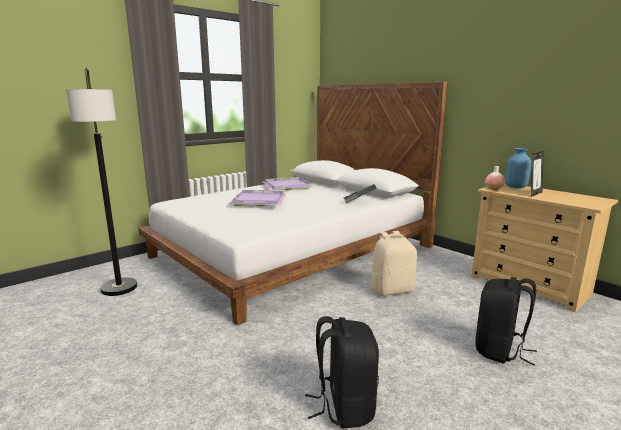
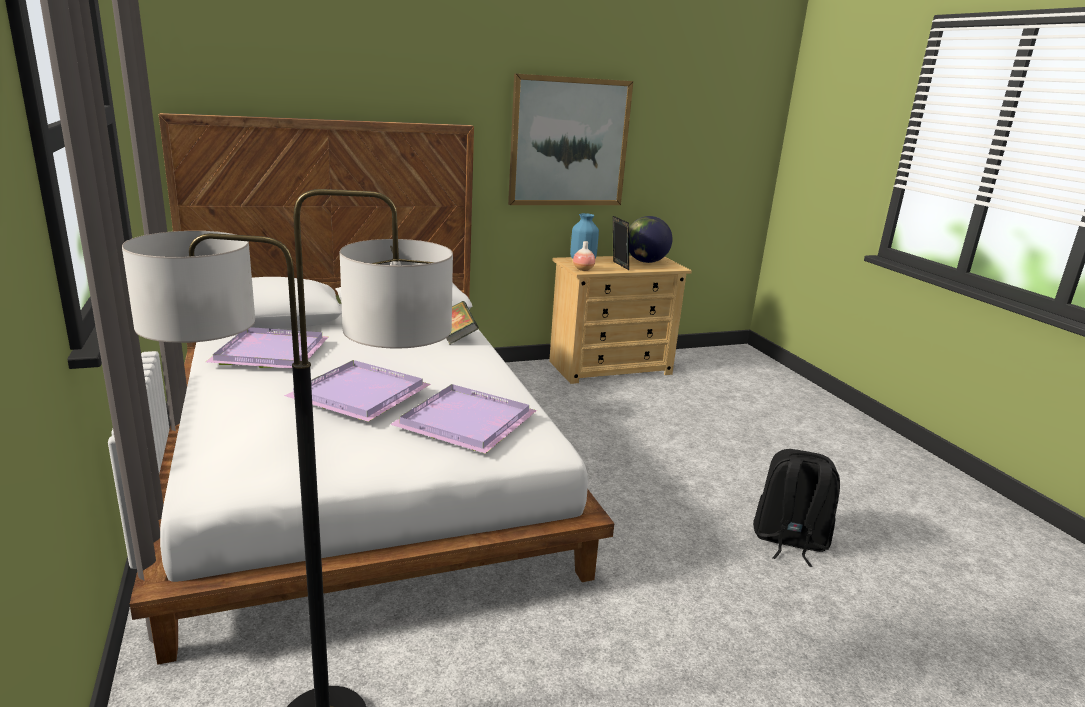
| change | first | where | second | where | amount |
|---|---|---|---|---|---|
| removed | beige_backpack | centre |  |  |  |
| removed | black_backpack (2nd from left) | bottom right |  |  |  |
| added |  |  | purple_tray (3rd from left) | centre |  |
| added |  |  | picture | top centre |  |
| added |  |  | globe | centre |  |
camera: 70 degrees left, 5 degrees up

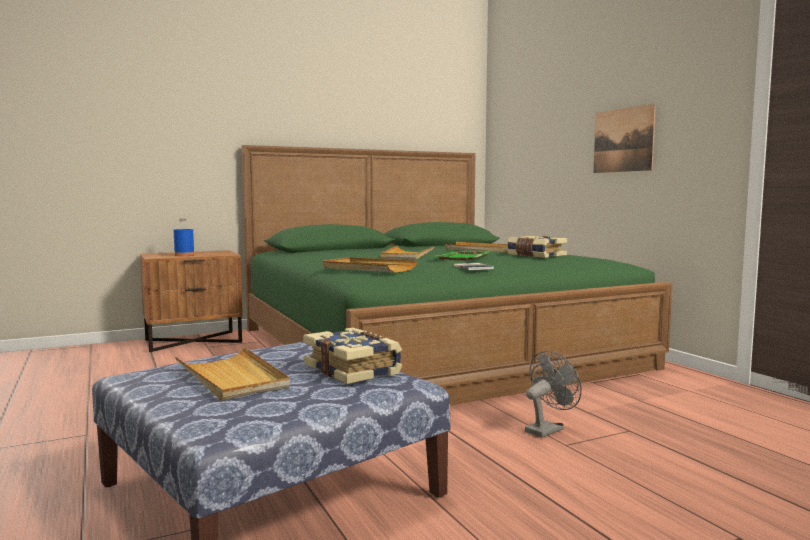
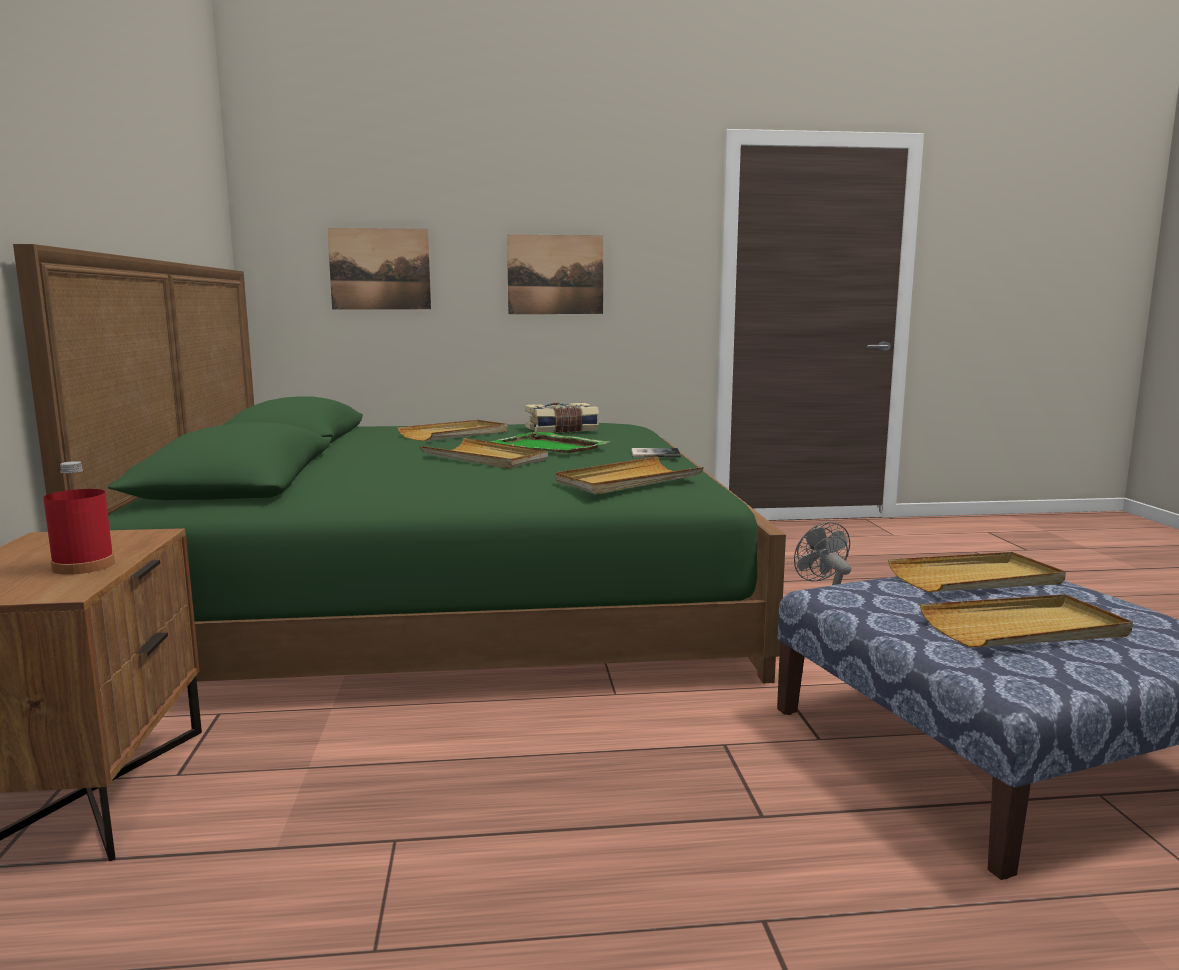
| change | first | where | second | where | amount |
|---|---|---|---|---|---|
| added |  |  | picture (1st from left) | top left |  |
| replaced | book (1st from left) | centre | beige_tray (4th from left) | middle right |  |
| recoloured | blue_bottle | middle left | red_bottle | middle left |  |
camera: 70 degrees left, 5 degrees up

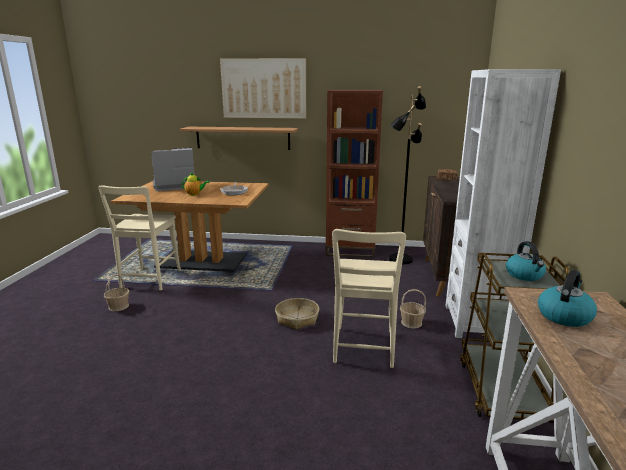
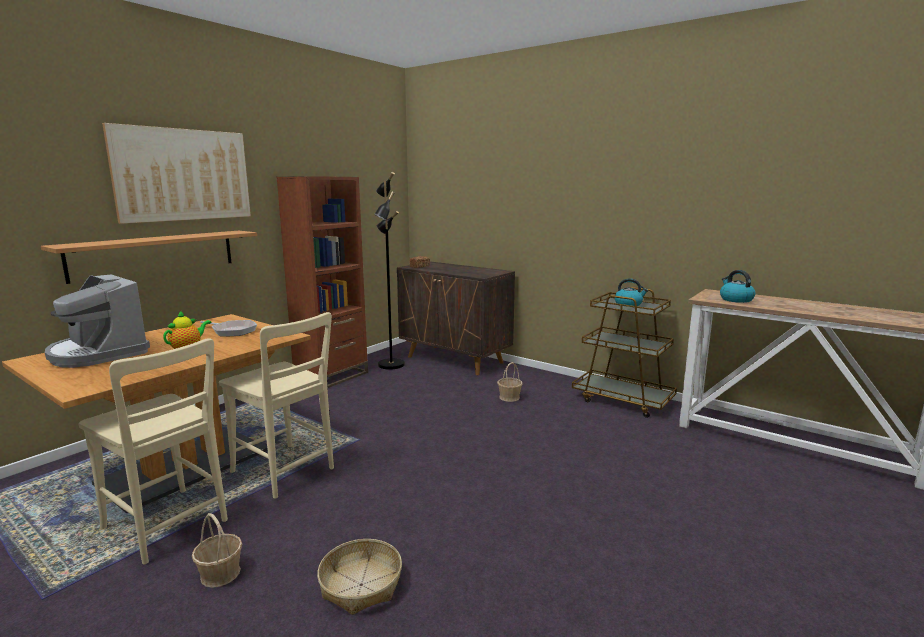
| change | first | where | second | where | amount |
|---|---|---|---|---|---|
| removed | white_bookcase | middle right |  |  |  |
| moved | basket (2nd from left) | centre |  | bottom centre |  |
| moved | beige_chair (2nd from left) | centre |  | middle left |  |
| turned | coffee_machine | middle left |  | middle left | 60 degrees counterclockwise |
camera: 60 degrees left, 5 degrees down

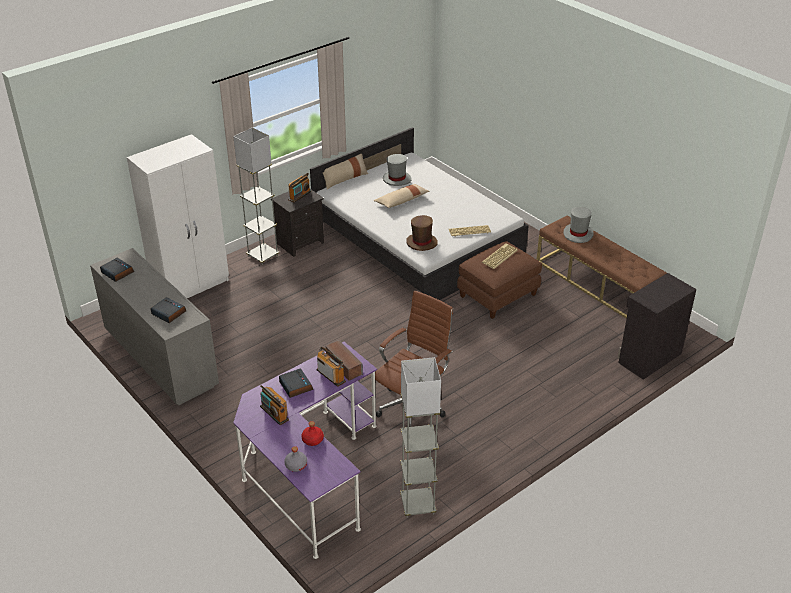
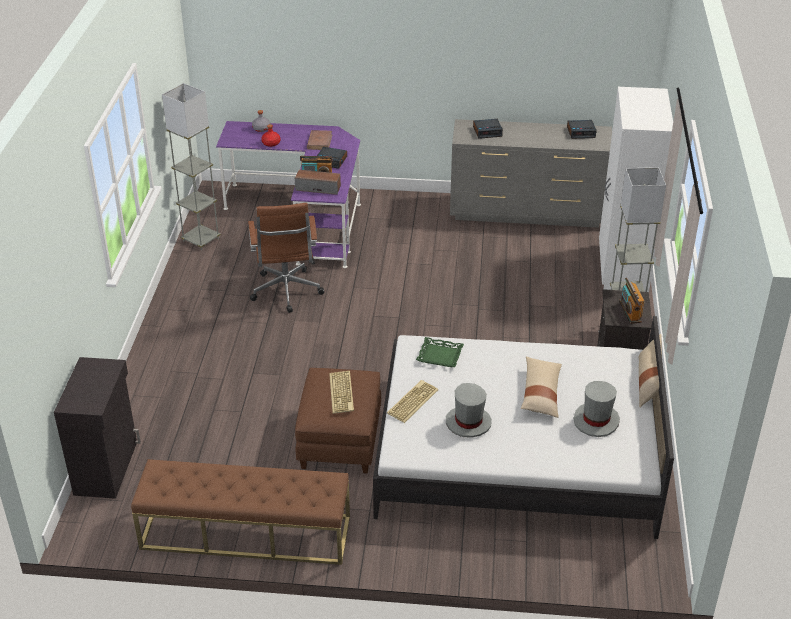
| change | first | where | second | where | amount |
|---|---|---|---|---|---|
| moved | grey_hat (2nd from left in the first image) | middle right | grey_hat (1st from left) | centre |  |
| replaced | radio (1st from left) | bottom centre | brown_book | top centre |  |
| replaced | brown_hat | centre | green_tray | centre |  |
camera: 135 degrees right, 0 degrees up

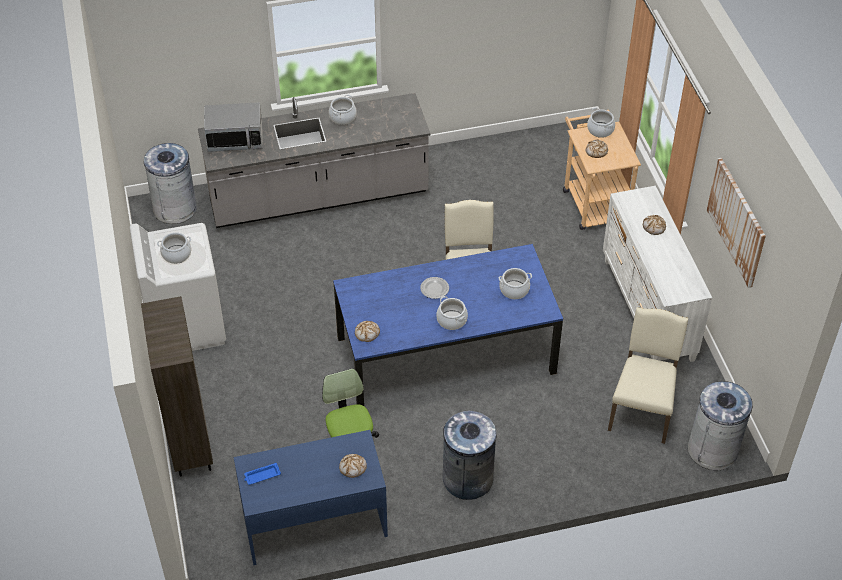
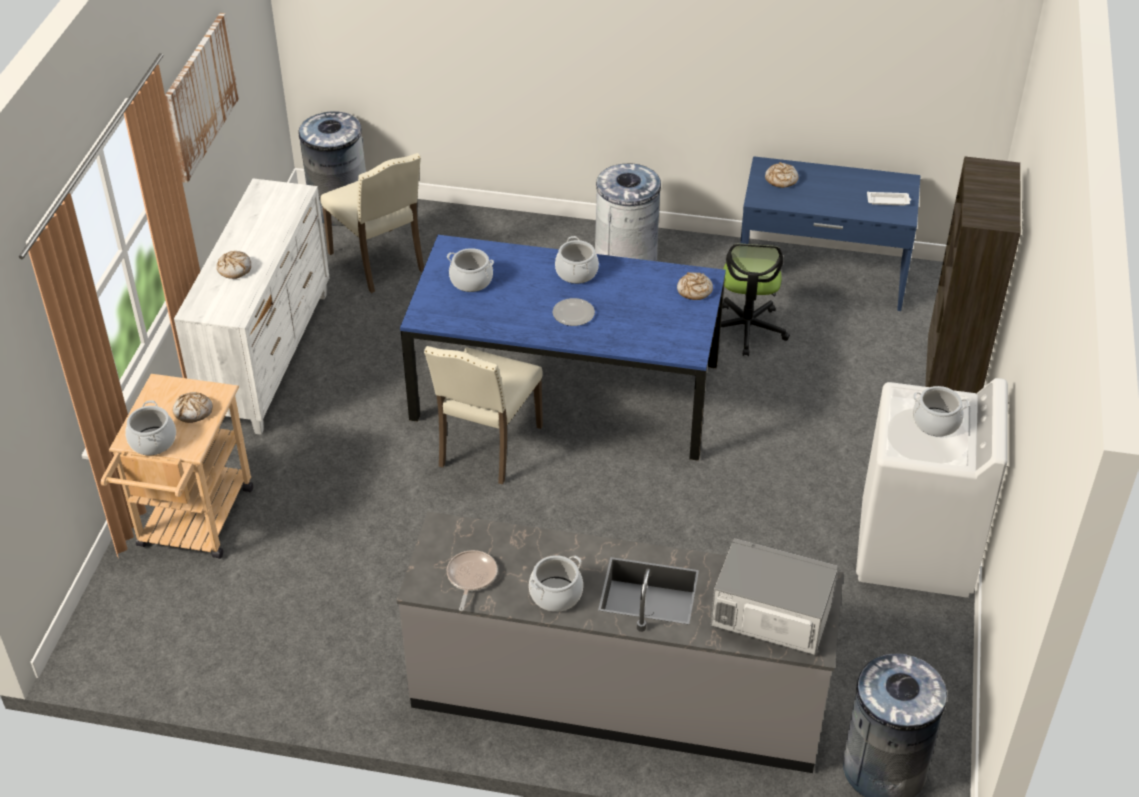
| change | first | where | second | where | amount |
|---|---|---|---|---|---|
| added |  |  | frying_pan | bottom centre |  |
| recoloured | blue_tray | bottom left | white_tray | top right |  |
| turned | beige_chair (2nd from left in the first image) | middle right | beige_chair (1st from left) | top left | 75 degrees counterclockwise |
camera: 155 degrees left, 5 degrees down

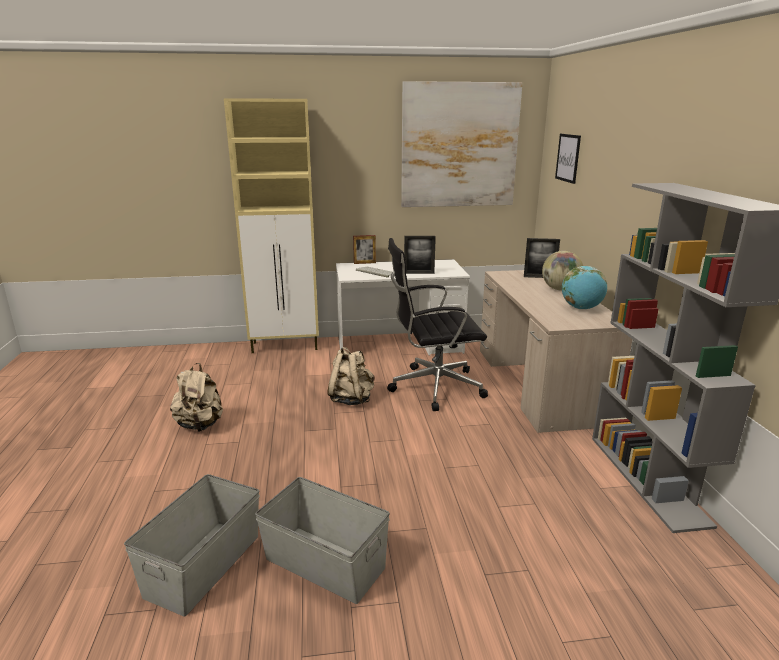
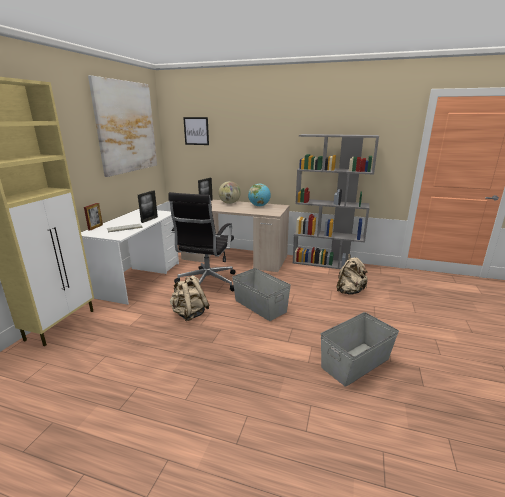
| change | first | where | second | where | amount |
|---|---|---|---|---|---|
| moved | grey_storage_box (1st from left) | bottom left |  | centre |  |
| moved | beige_backpack (1st from left in the first image) | middle left | beige_backpack (2nd from left) | middle right |  |
camera: 65 degrees left, 0 degrees up

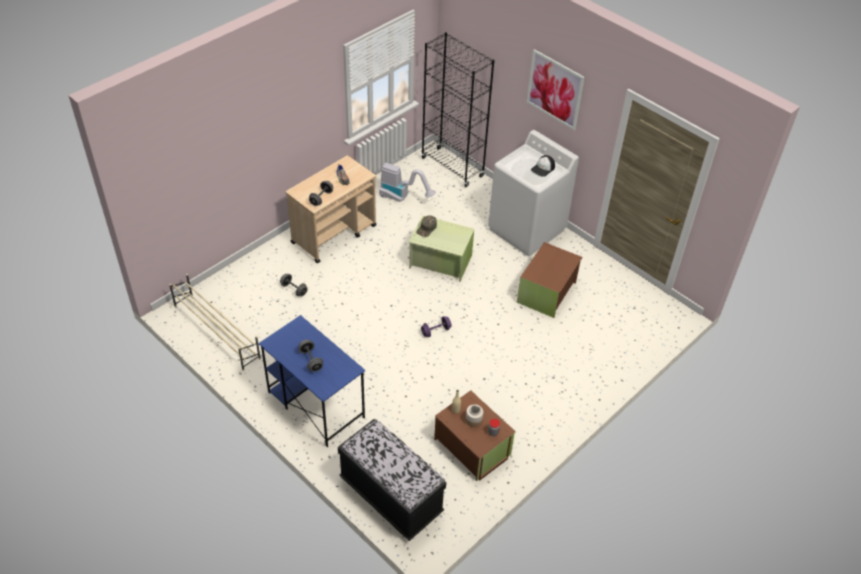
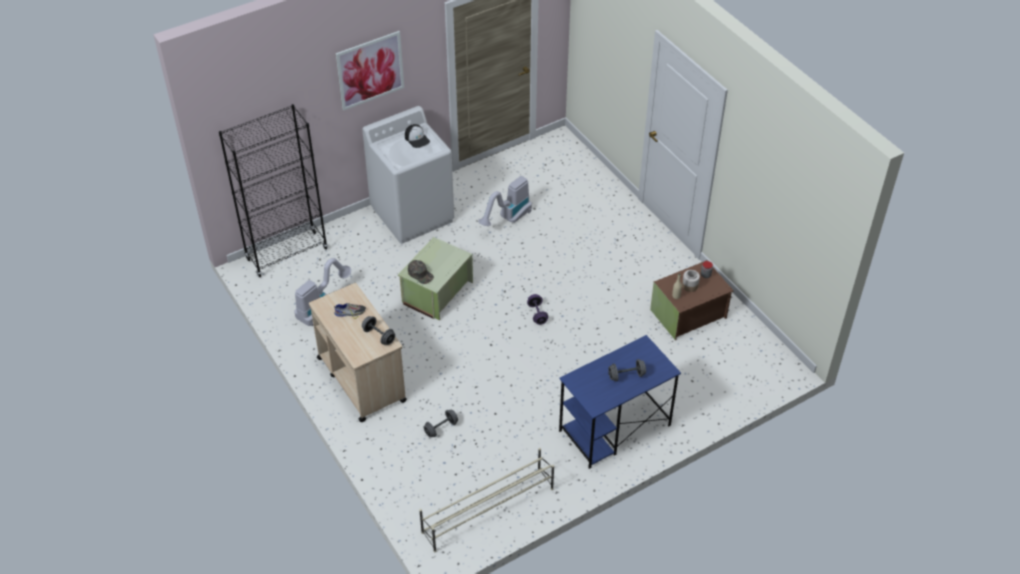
| change | first | where | second | where | amount |
|---|---|---|---|---|---|
| removed | black_bench | bottom centre |  |  |  |
| replaced | brown_storage_box (2nd from left) | centre | vacuum_cleaner (2nd from left) | centre |  |
camera: 75 degrees left, 0 degrees up

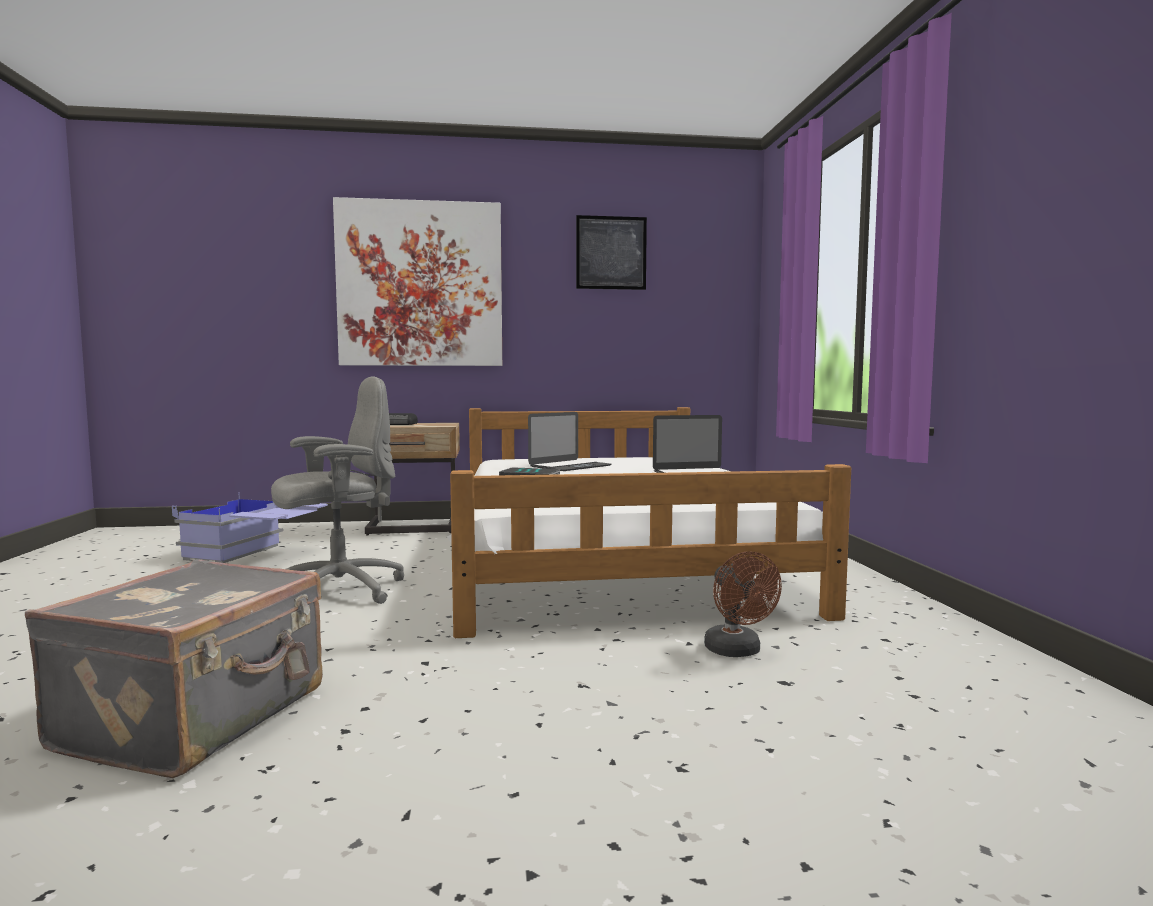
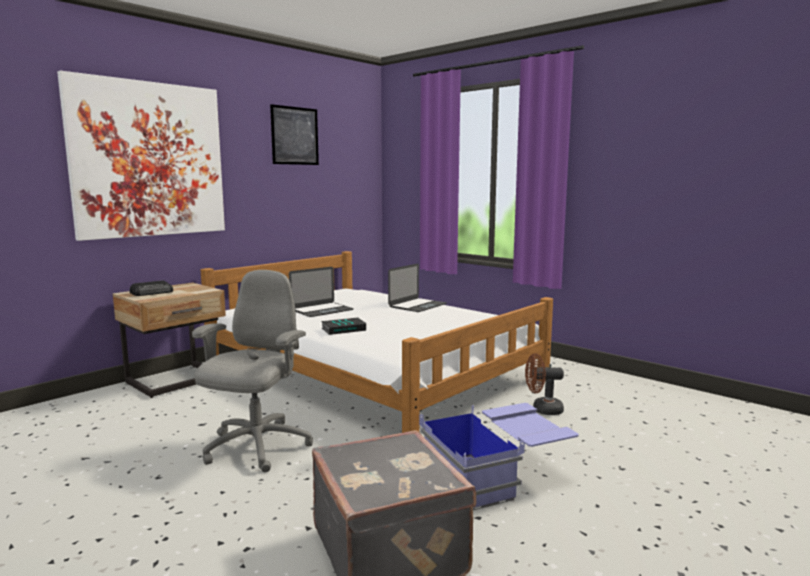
| change | first | where | second | where | amount |
|---|---|---|---|---|---|
| moved | blue_storage_box | middle left |  | bottom centre |  |
| turned | laptop (1st from left) | centre |  | centre | 45 degrees clockwise |
| turned | brown_fan | bottom centre |  | bottom right | 150 degrees clockwise |
camera: 40 degrees left, 5 degrees up

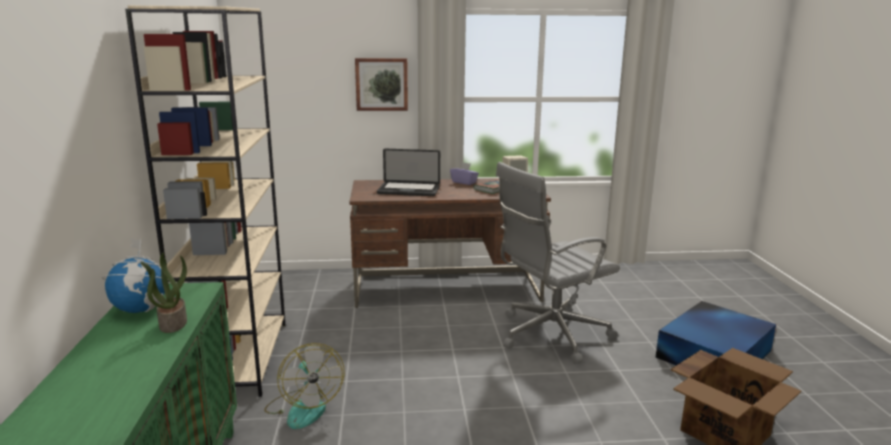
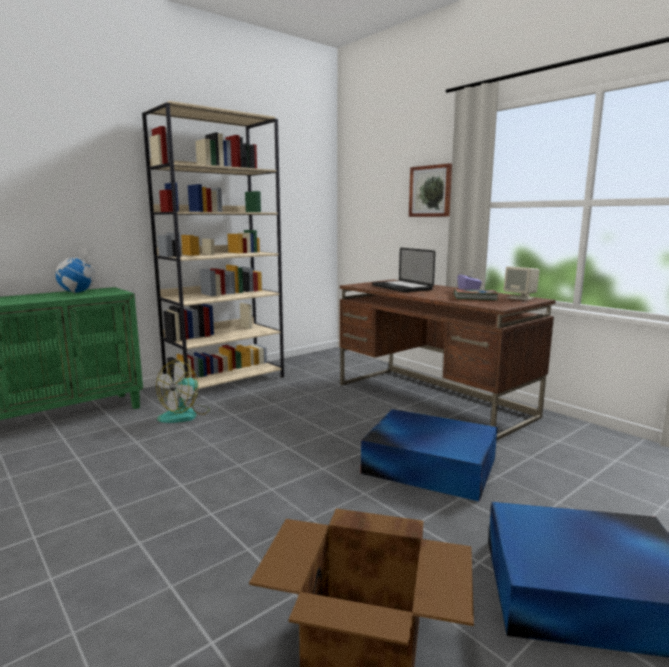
| change | first | where | second | where | amount |
|---|---|---|---|---|---|
| removed | potted_plant | middle left |  |  |  |
| replaced | grey_office_chair | centre | blue_storage_box (1st from left) | bottom centre |  |
camera: 55 degrees right, 5 degrees down

